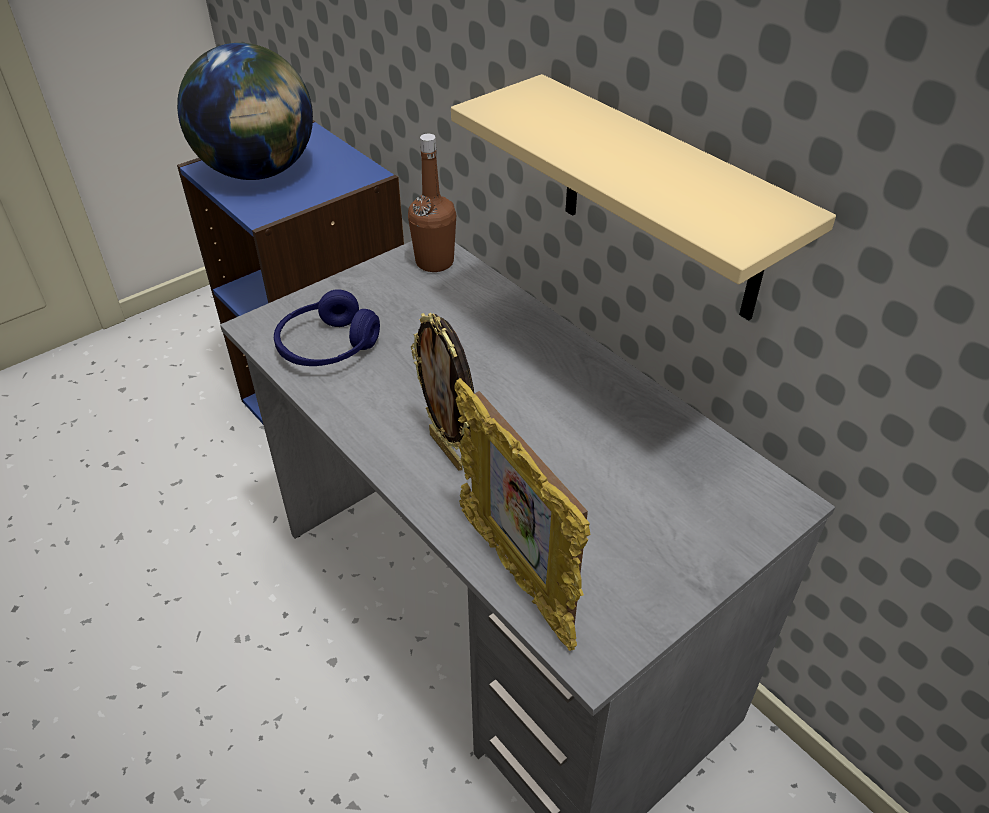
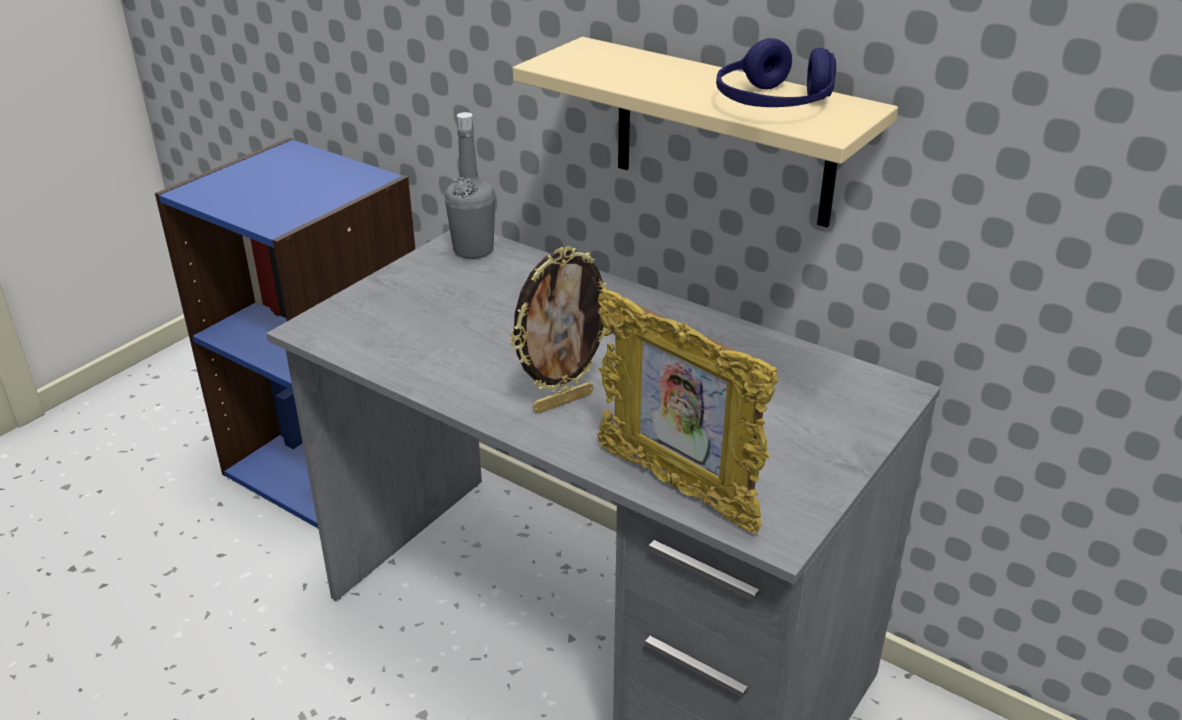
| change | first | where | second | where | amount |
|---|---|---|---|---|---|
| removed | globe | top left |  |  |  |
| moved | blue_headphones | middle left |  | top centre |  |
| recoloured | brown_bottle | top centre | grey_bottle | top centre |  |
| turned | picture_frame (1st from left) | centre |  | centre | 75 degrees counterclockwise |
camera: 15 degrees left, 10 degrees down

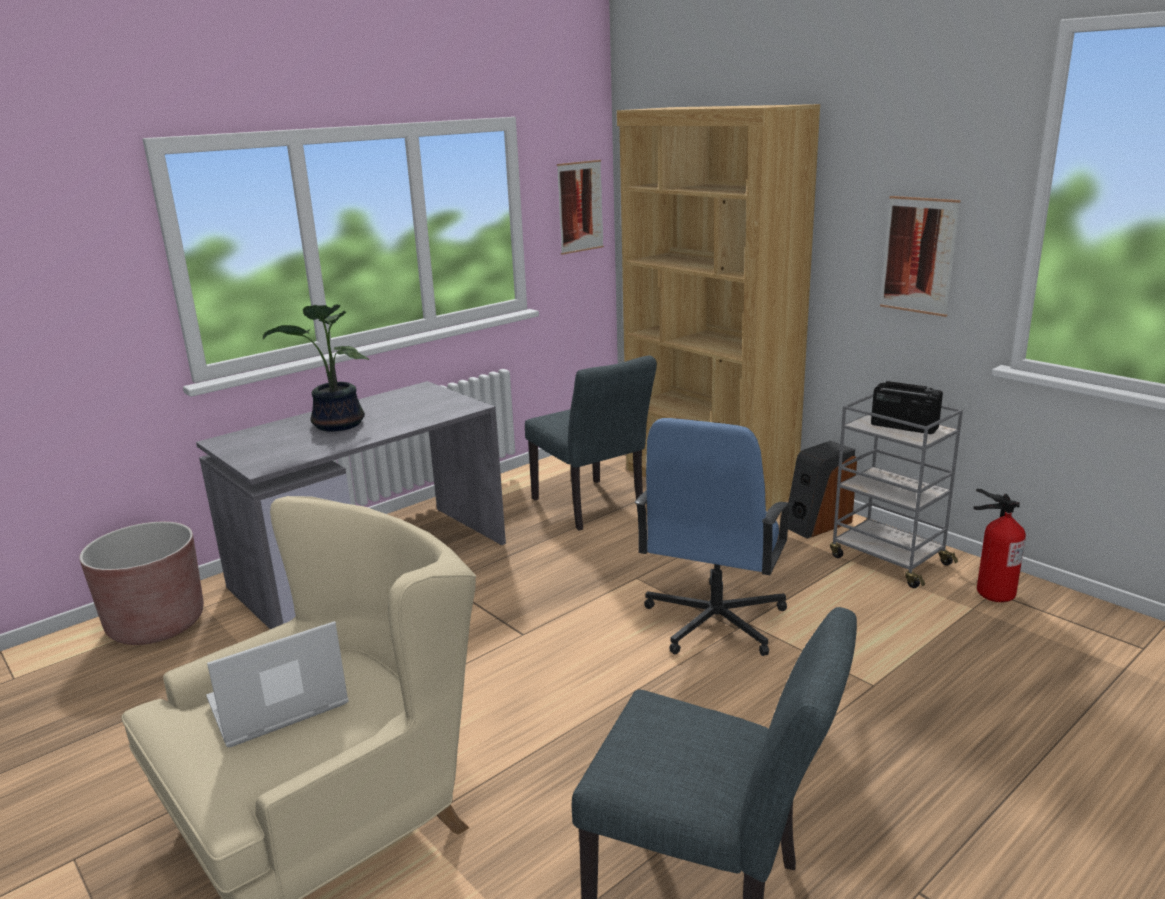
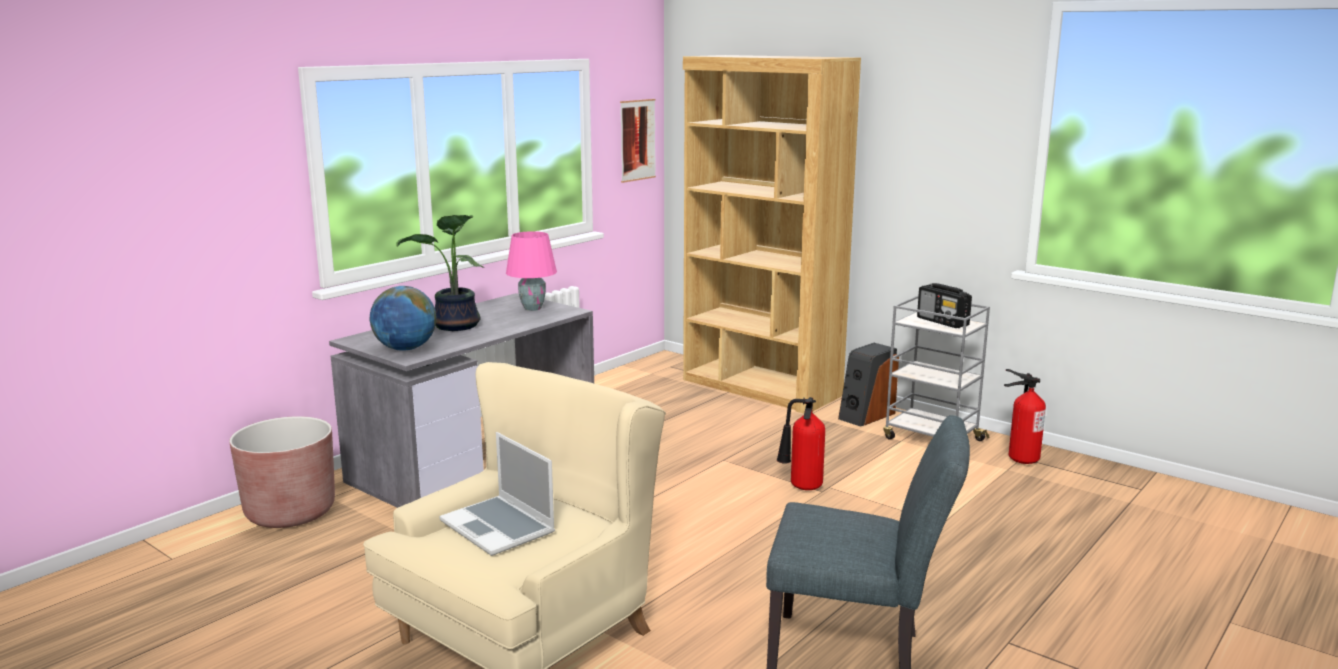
| change | first | where | second | where | amount |
|---|---|---|---|---|---|
| removed | grey_chair (1st from left) | centre |  |  |  |
| removed | picture (2nd from left) | top right |  |  |  |
| added |  |  | globe | middle left |  |
| added |  |  | pink_table_lamp | centre |  |
| replaced | blue_office_chair | centre | fire_extinguisher (1st from left) | centre |  |
| turned | laptop | bottom left |  | bottom centre | 90 degrees counterclockwise |
| turned | radio | middle right |  | middle right | 150 degrees counterclockwise |
camera: 10 degrees left, 5 degrees down

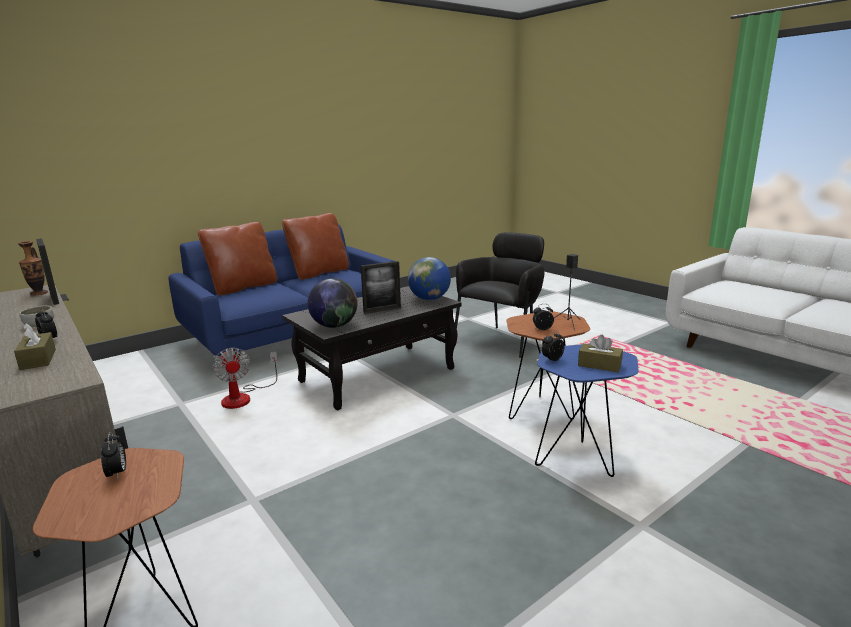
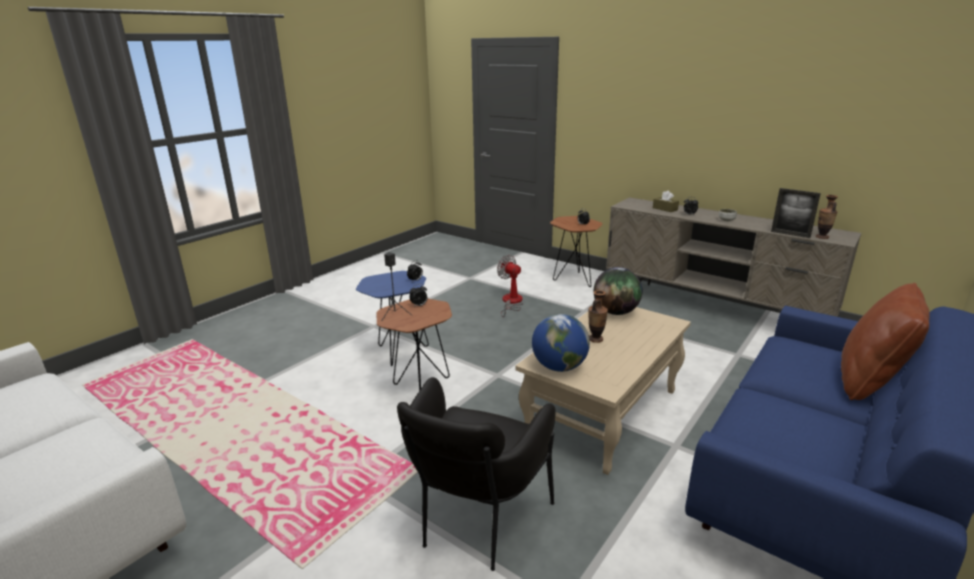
| change | first | where | second | where | amount |
|---|---|---|---|---|---|
| removed | brown_pillow (2nd from left) | centre |  |  |  |
| removed | brown_tissue_box (2nd from left) | middle right |  |  |  |
| moved | fan | middle left |  | centre |  |
| replaced | picture_frame (2nd from left) | centre | vase (1st from left) | centre |  |
| recoloured | black_coffee_table | centre | beige_coffee_table | bottom centre |  |
camera: 165 degrees right, 5 degrees up

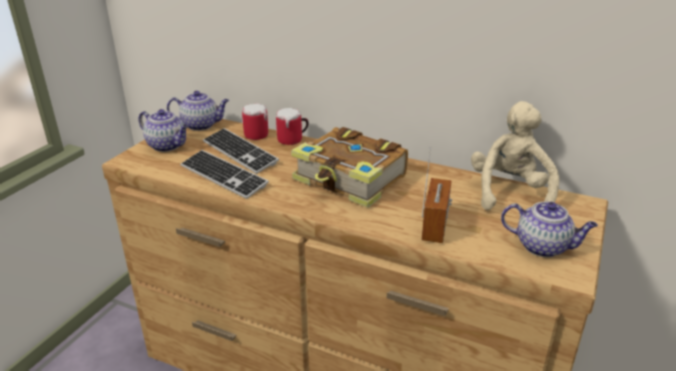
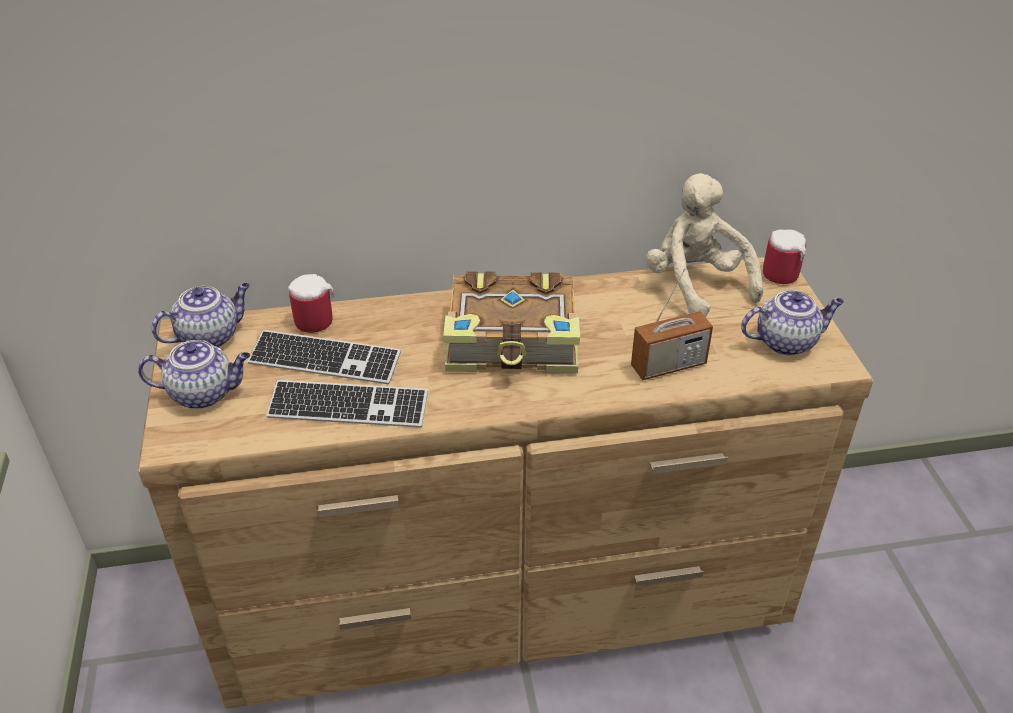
| change | first | where | second | where | amount |
|---|---|---|---|---|---|
| moved | mug (2nd from left) | centre |  | middle right |  |
| turned | radio | centre |  | centre | 90 degrees clockwise |
camera: 35 degrees left, 10 degrees up

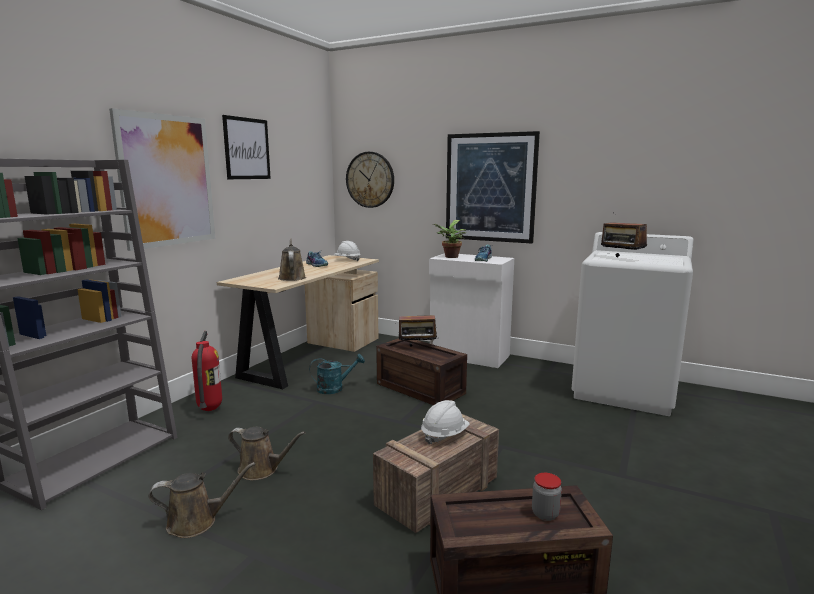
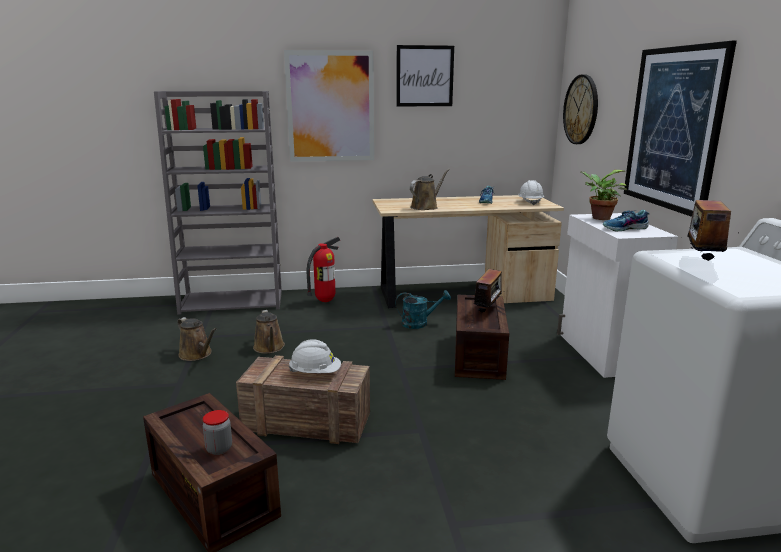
| change | first | where | second | where | amount |
|---|---|---|---|---|---|
| turned | turquoise_watering_can | centre |  | centre | 45 degrees counterclockwise |
| turned | radio (1st from left) | centre |  | centre | 120 degrees counterclockwise |
camera: 55 degrees right, 5 degrees up

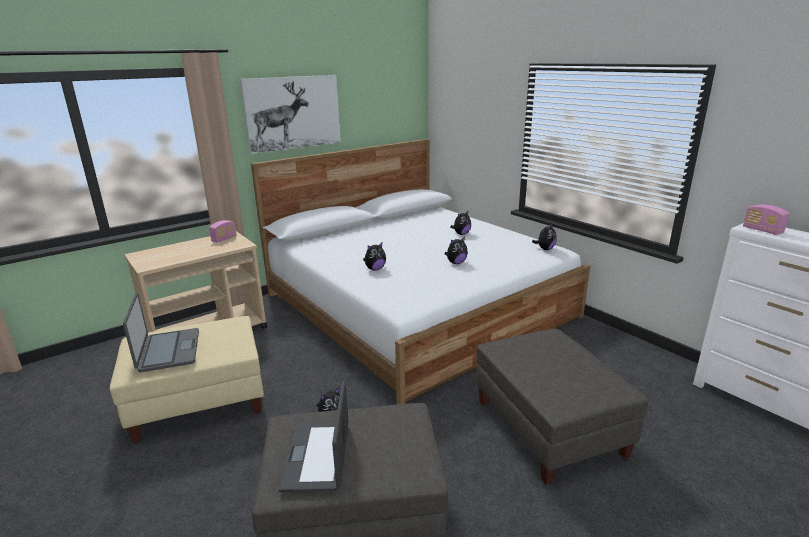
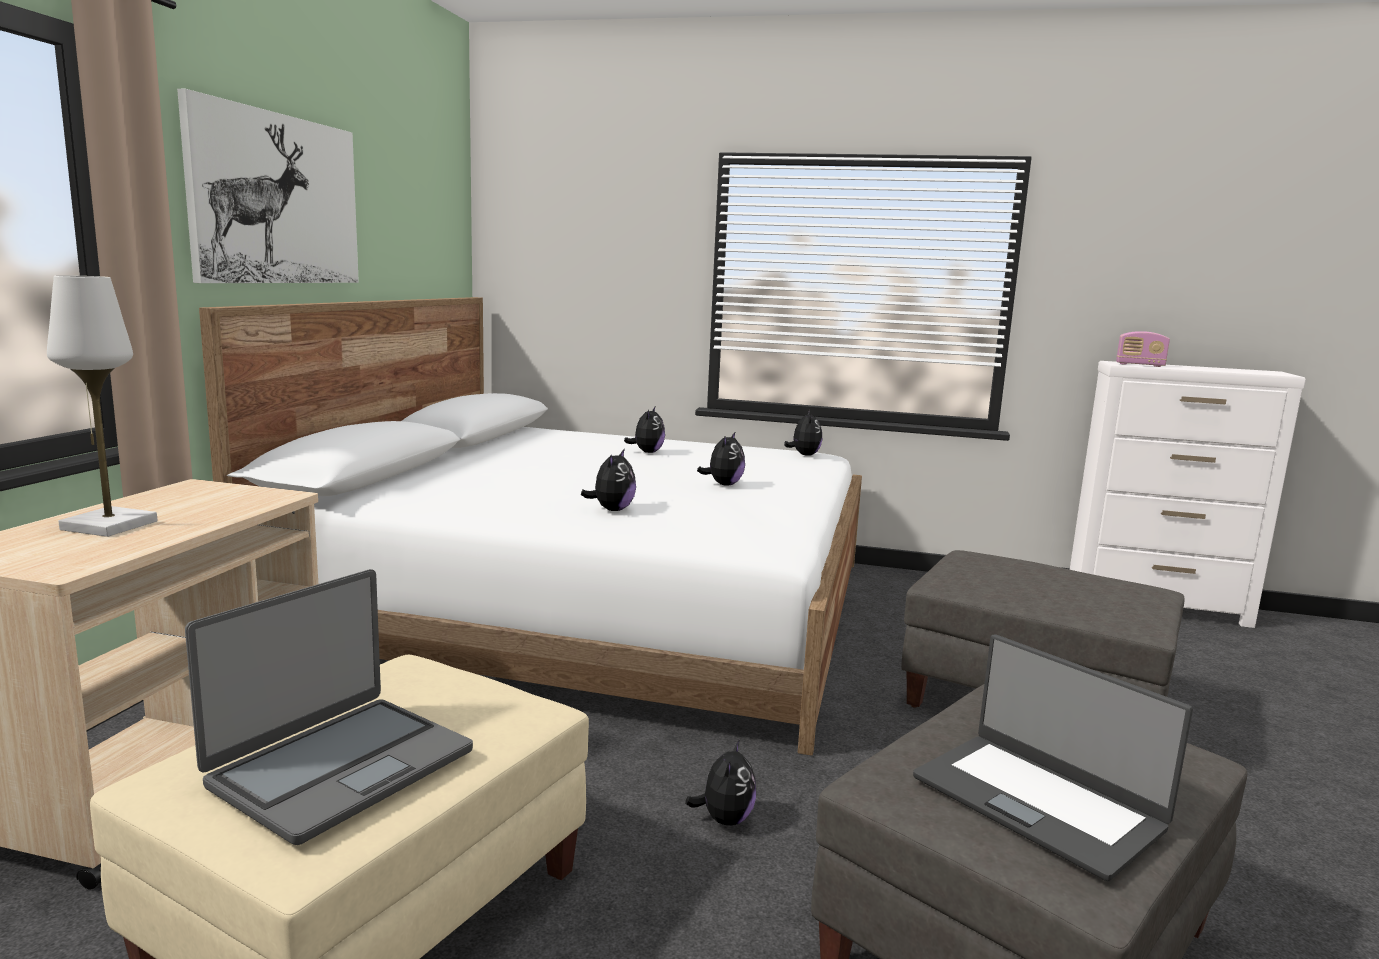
| change | first | where | second | where | amount |
|---|---|---|---|---|---|
| removed | radio (1st from left) | middle left |  |  |  |
| added |  |  | white_table_lamp | middle left |  |
| turned | laptop (1st from left) | middle left |  | bottom left | 90 degrees clockwise |
camera: 40 degrees left, 10 degrees down

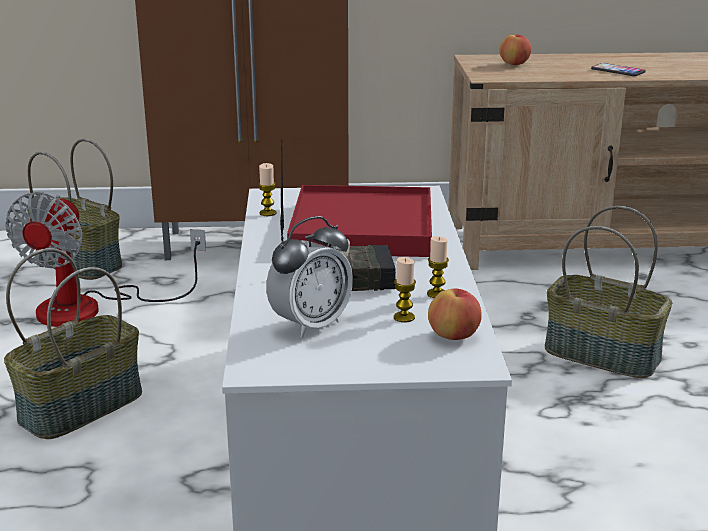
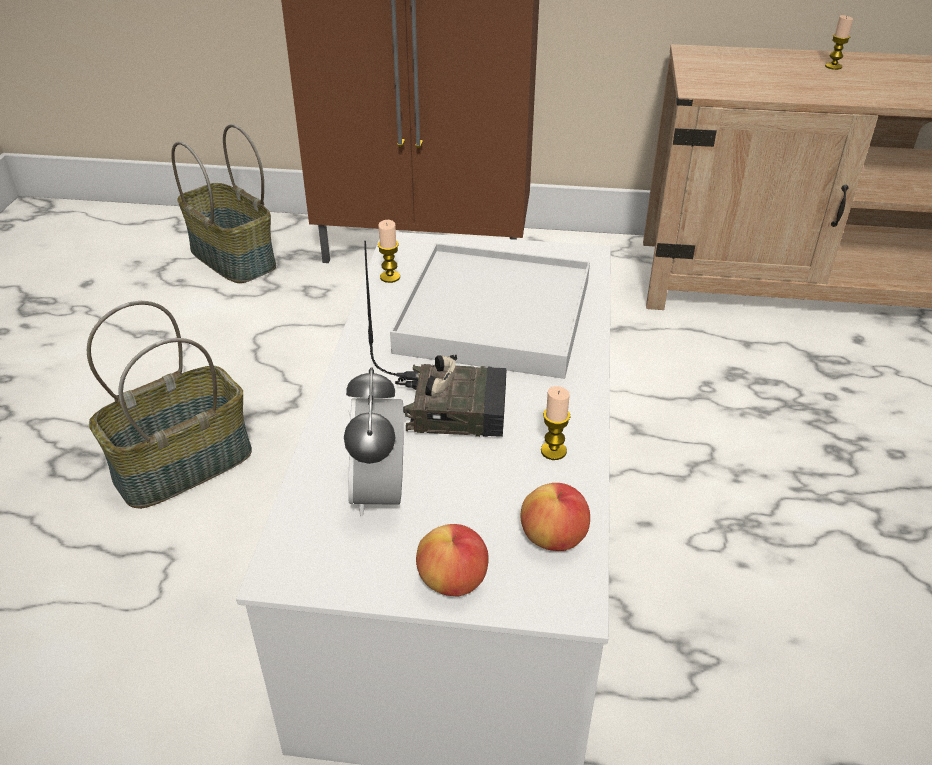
| change | first | where | second | where | amount |
|---|---|---|---|---|---|
| removed | fan | middle left |  |  |  |
| removed | basket (3rd from left) | middle right |  |  |  |
| removed | phone | top right |  |  |  |
| moved | candle (2nd from left in the first image) | centre | candle (3rd from left) | top right |  |
| moved | apple (2nd from left in the first image) | top right | apple (1st from left) | bottom centre |  |
| recoloured | red_tray | centre | white_tray | centre |  |
| turned | alarm_clock | centre |  | centre | 120 degrees clockwise |
camera: 10 degrees right, 15 degrees up

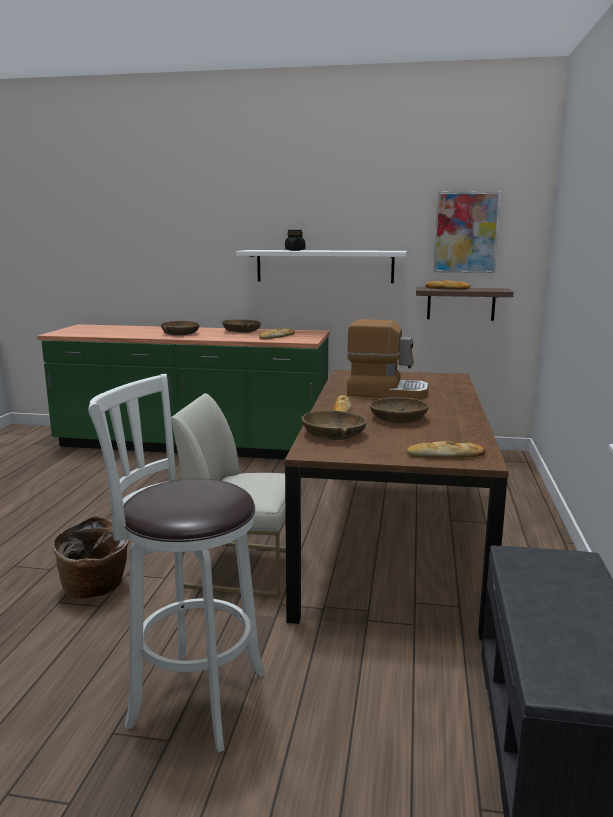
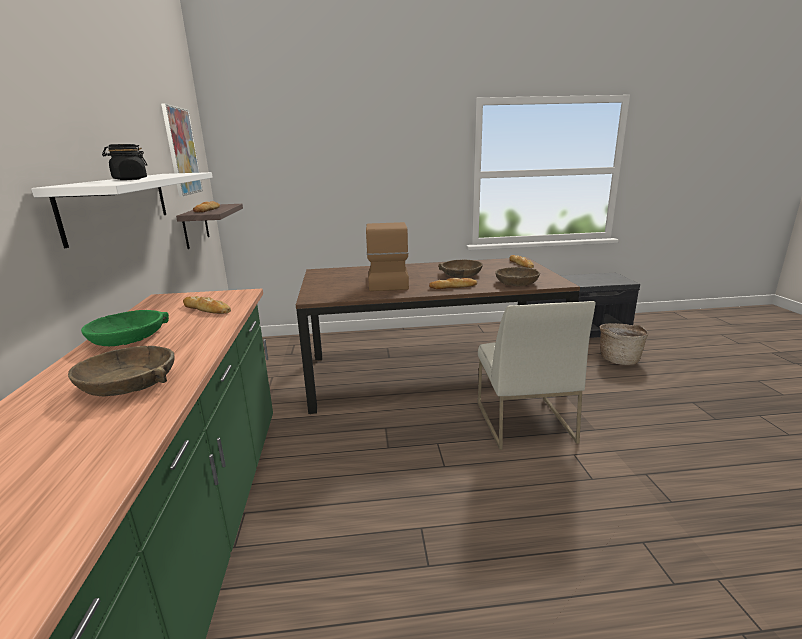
| change | first | where | second | where | amount |
|---|---|---|---|---|---|
| removed | white_stool | bottom left |  |  |  |
| moved | basket | bottom left |  | middle right |  |
| recoloured | brown_bowl (2nd from left) | centre | green_bowl | middle left |  |
camera: 105 degrees left, 5 degrees up

